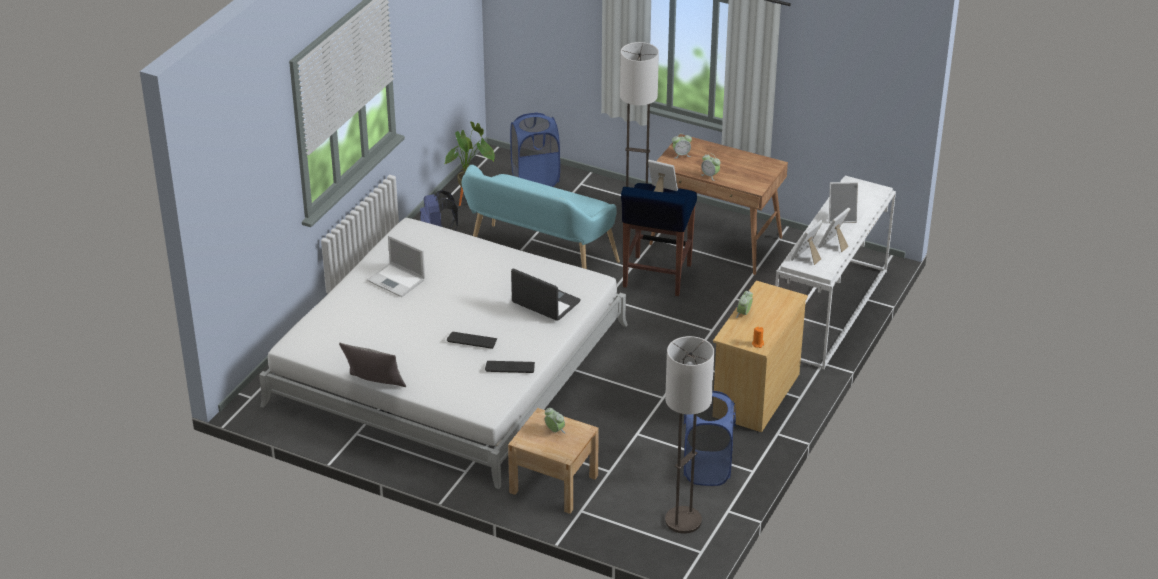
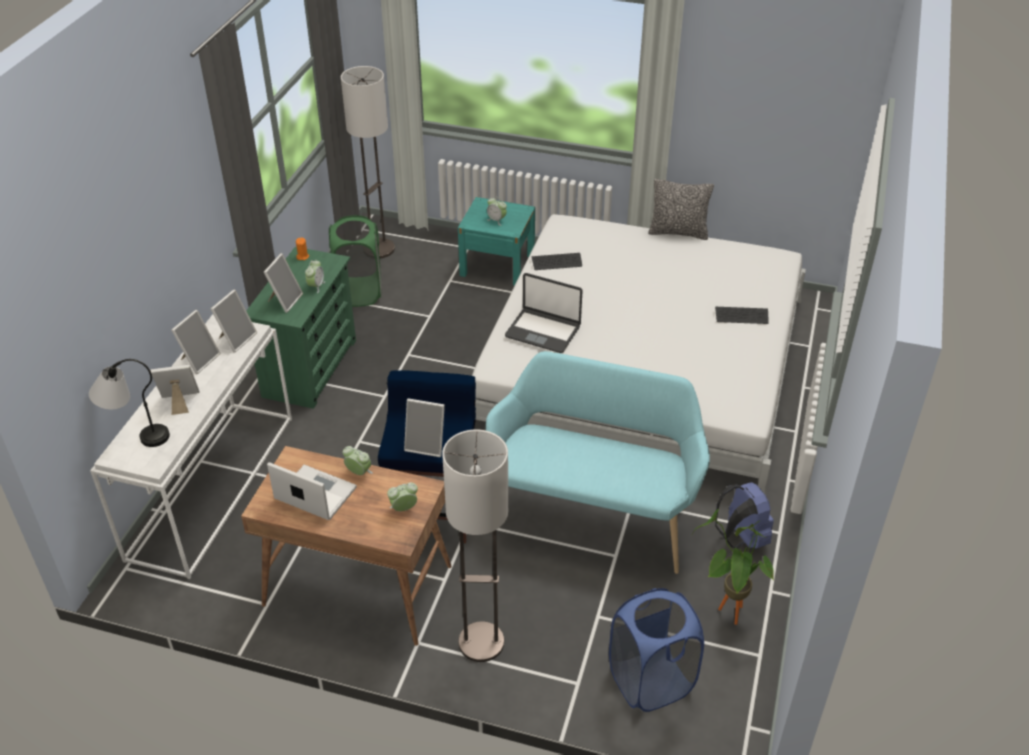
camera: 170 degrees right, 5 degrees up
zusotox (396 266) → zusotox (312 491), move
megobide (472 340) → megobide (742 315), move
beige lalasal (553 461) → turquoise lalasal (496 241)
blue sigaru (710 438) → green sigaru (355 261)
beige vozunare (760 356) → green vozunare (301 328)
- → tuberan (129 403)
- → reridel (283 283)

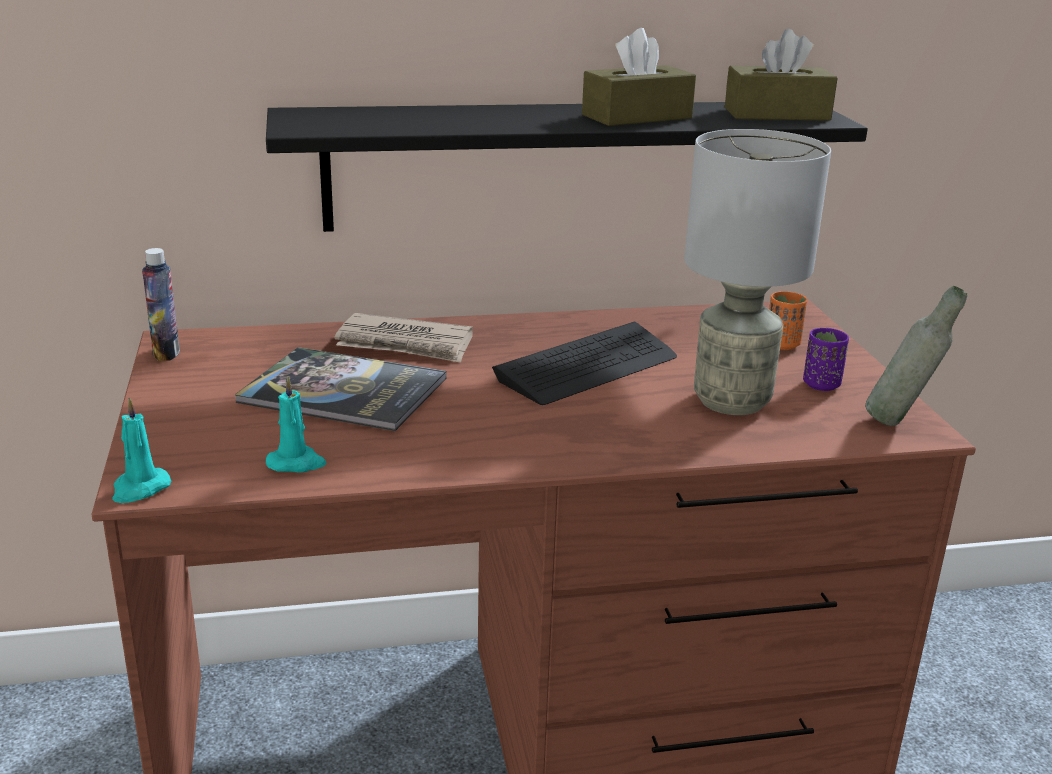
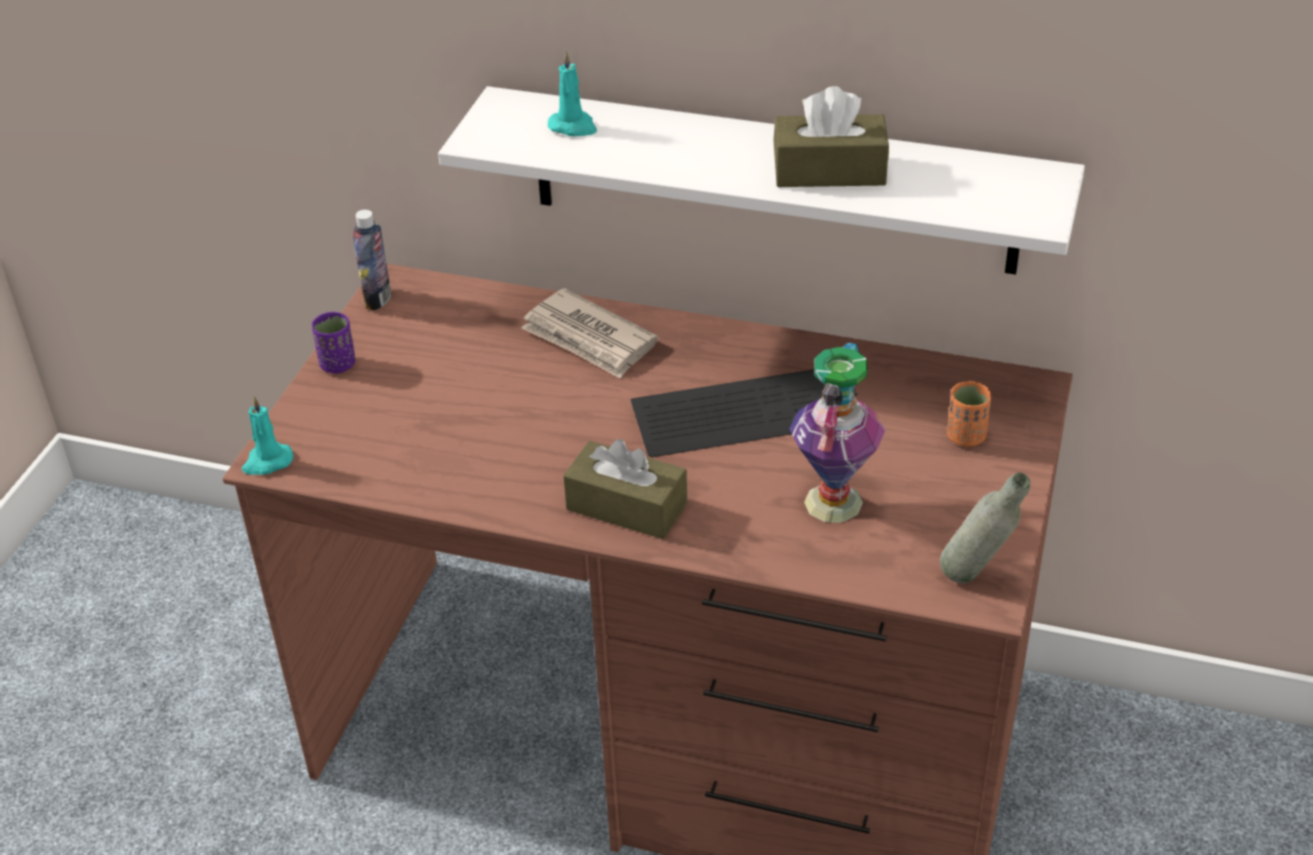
camera: 30 degrees right, 15 degrees up
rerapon (341 389) → -
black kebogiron (567 167) → white kebogiron (761 180)
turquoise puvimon (296 424) → turquoise puvimon (572 93), move
grey tuberan (757 272) → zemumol (837 432)
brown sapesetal (781 75) → brown sapesetal (625 489), move
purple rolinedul (826 359) → purple rolinedul (333 342), move

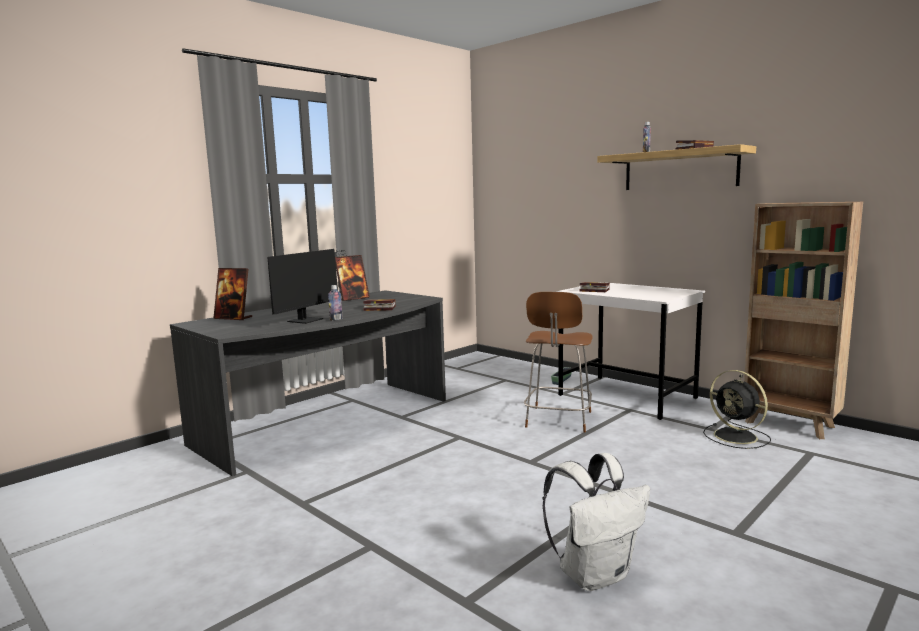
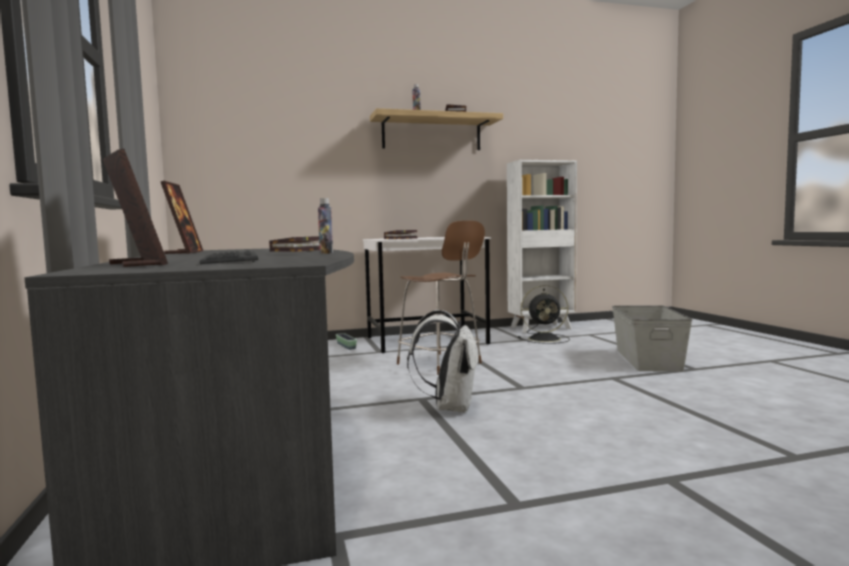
camera: 60 degrees left, 5 degrees down
reridel (232 294) → reridel (135 208), 90 degrees counterclockwise
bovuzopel (308 286) → -
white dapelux (596 522) → white dapelux (443 361), move
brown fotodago (803 320) → white fotodago (542 246)
- → megobide (229 257)
- → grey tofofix (652 338)

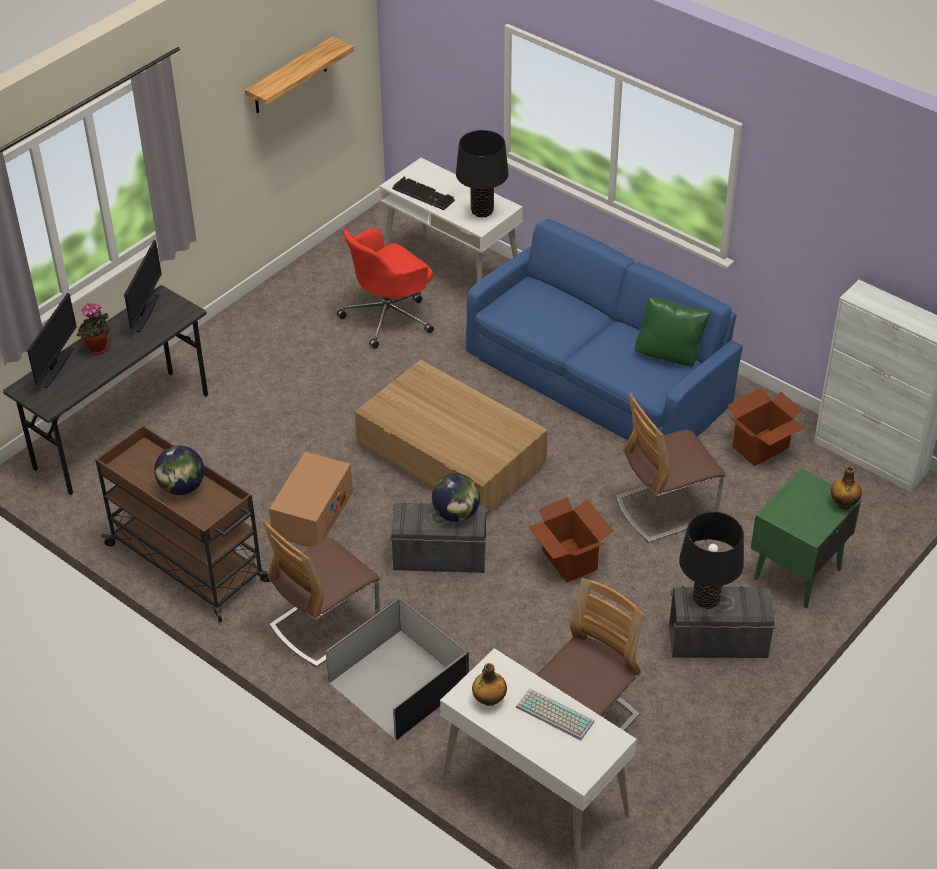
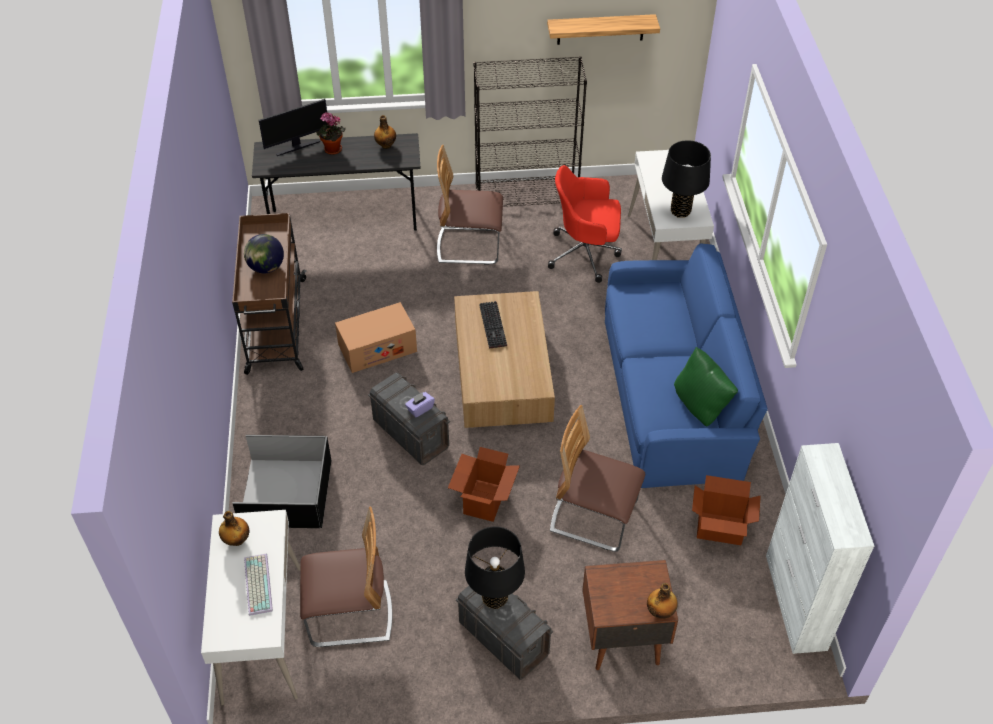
camera: 45 degrees right, 5 degrees up
bovuzopel (143 286) → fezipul (385 132)
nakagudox (321 593) → nakagudox (470 205), move
megobide (423 193) → megobide (493 325), move
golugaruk (456 498) → purple sapesetal (420 405)
green lalasal (805 538) → brown lalasal (630 615)
- → black fotodago (530 131)

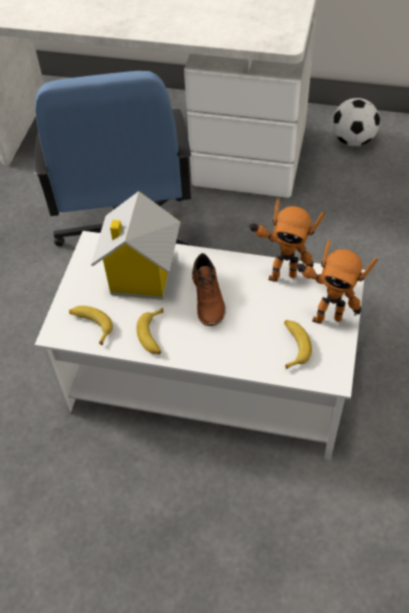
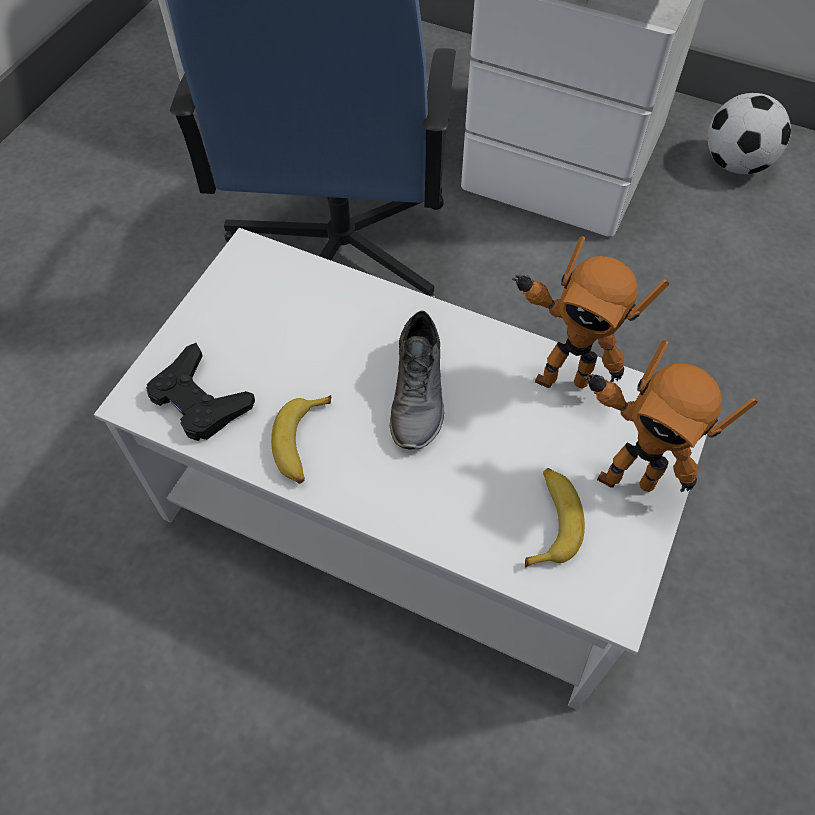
camera: 10 degrees right, 5 degrees up
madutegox (91 325) → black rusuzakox (200 392)
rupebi (135 245) → -
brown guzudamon (209 289) → grey guzudamon (417 380)

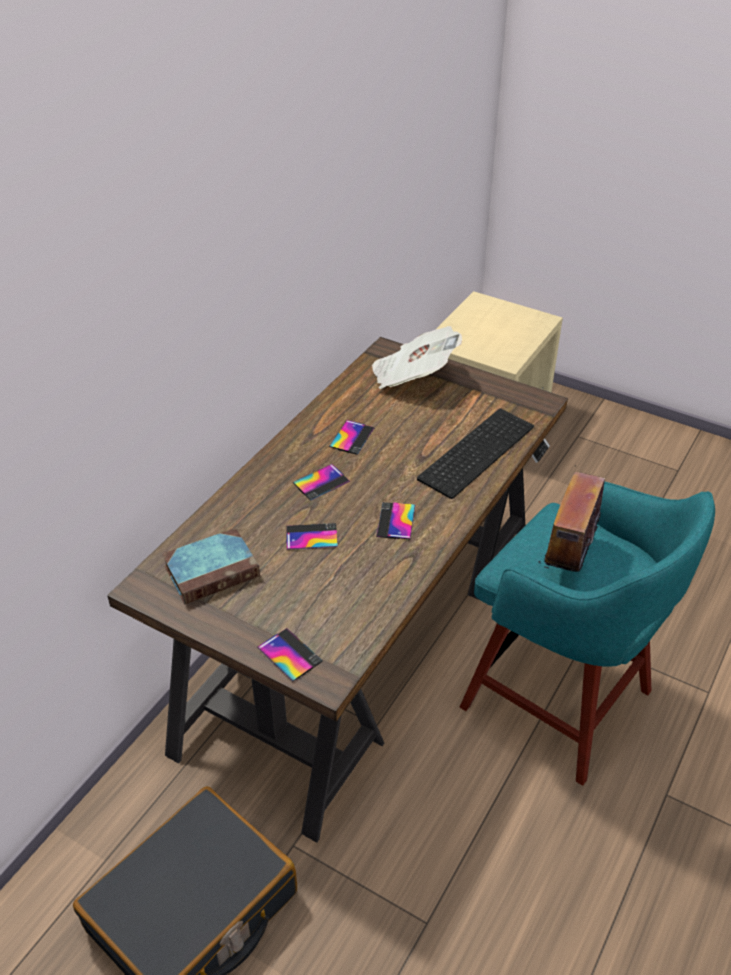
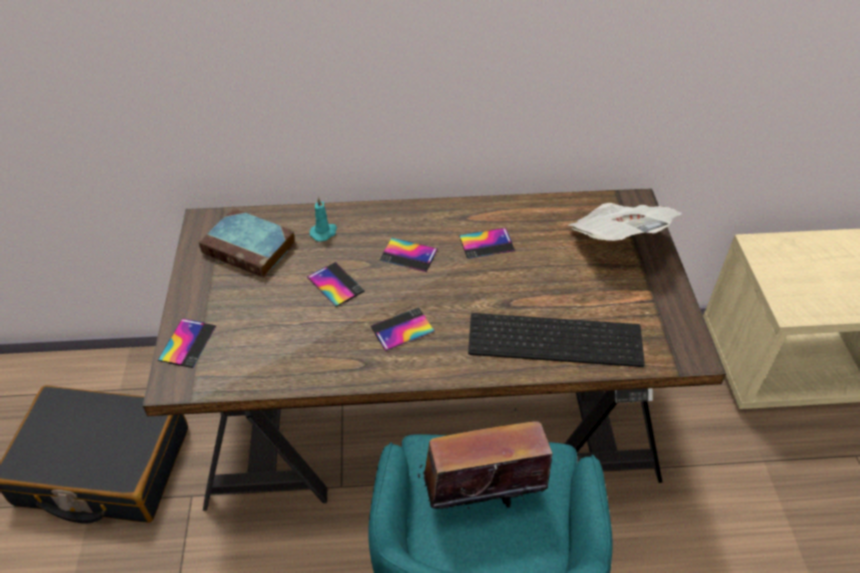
camera: 55 degrees right, 5 degrees up
- → turquoise puvimon (323 219)

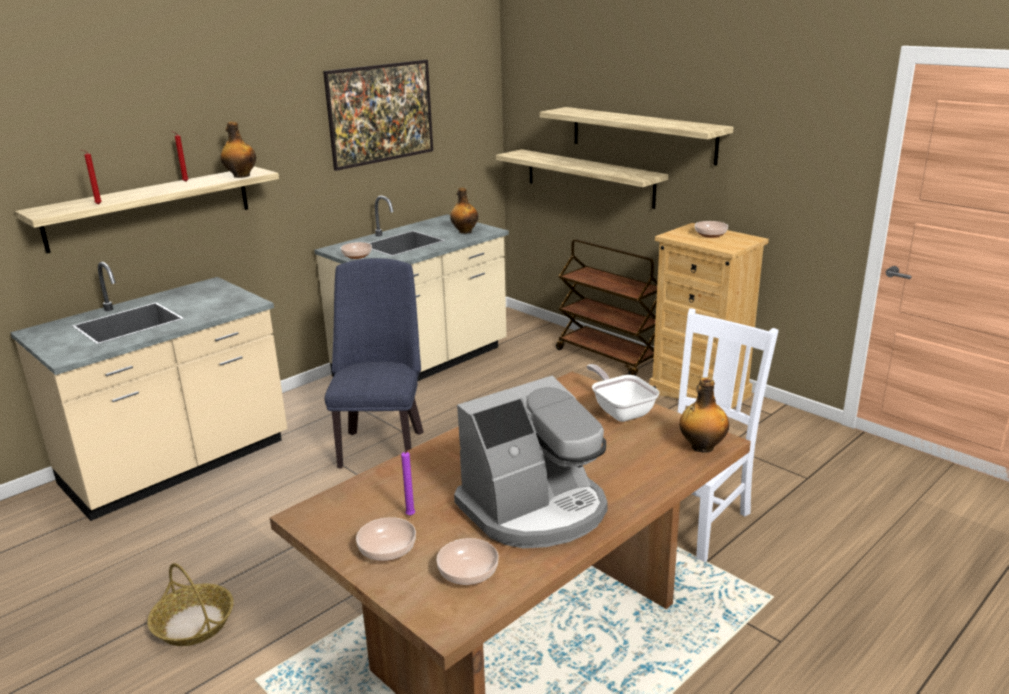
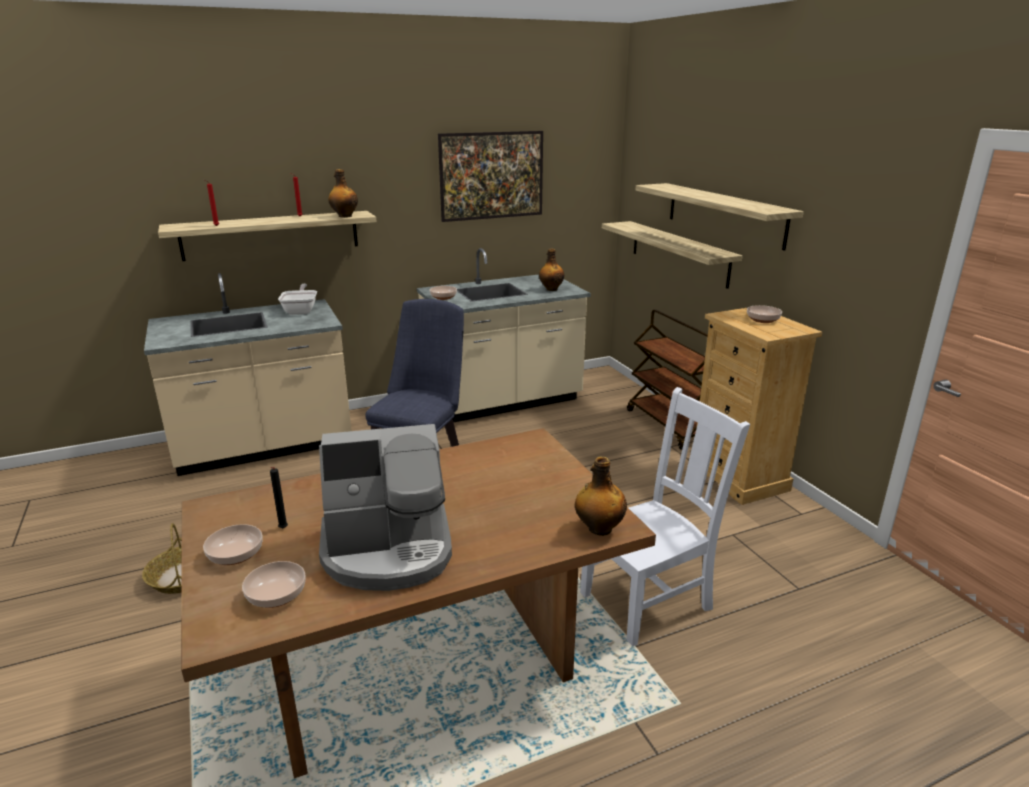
camera: 20 degrees right, 0 degrees up
purple puvimon (408 483) → black puvimon (279 498)
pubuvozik (623 393) → pubuvozik (297 299), move

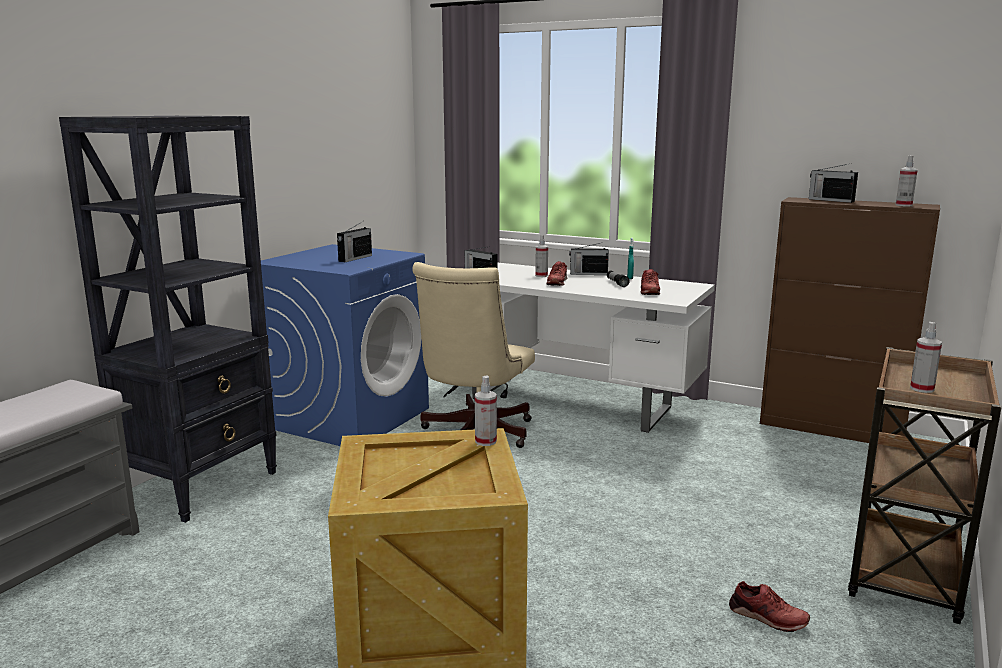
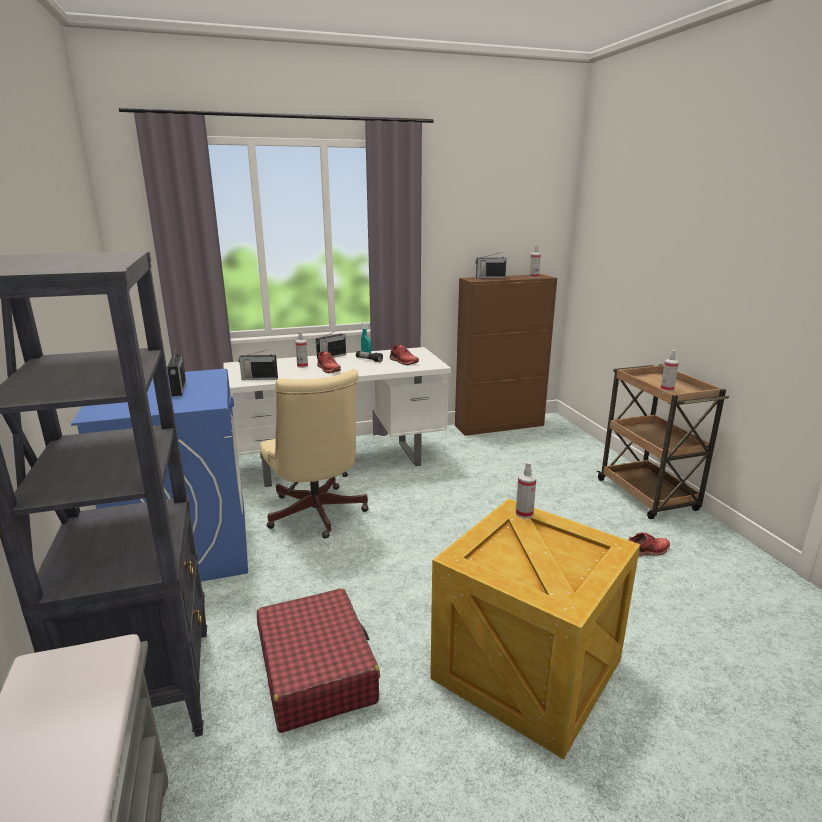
camera: 45 degrees left, 5 degrees up
- → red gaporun (318 660)

